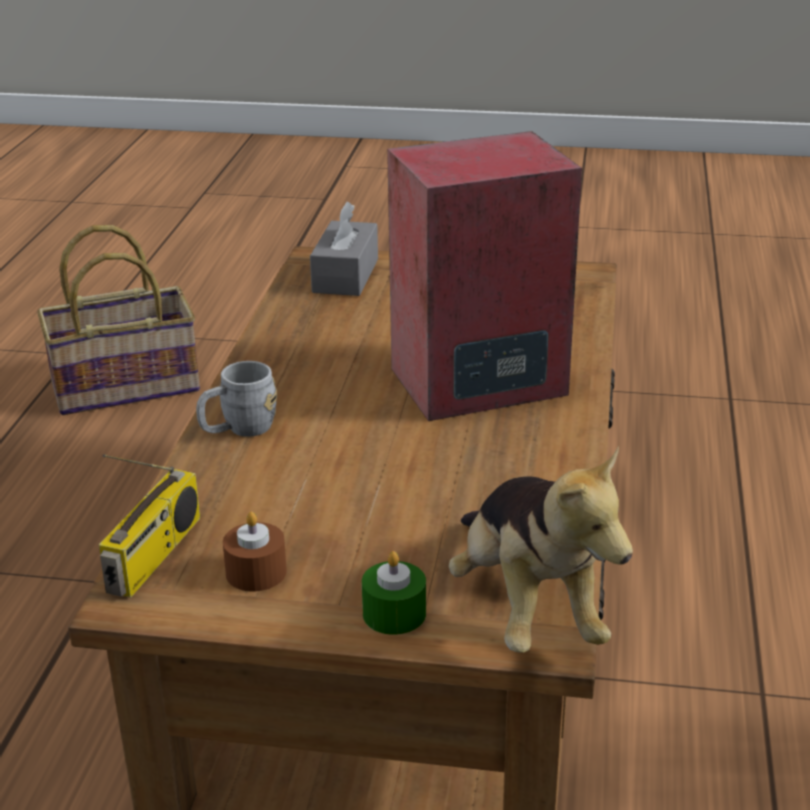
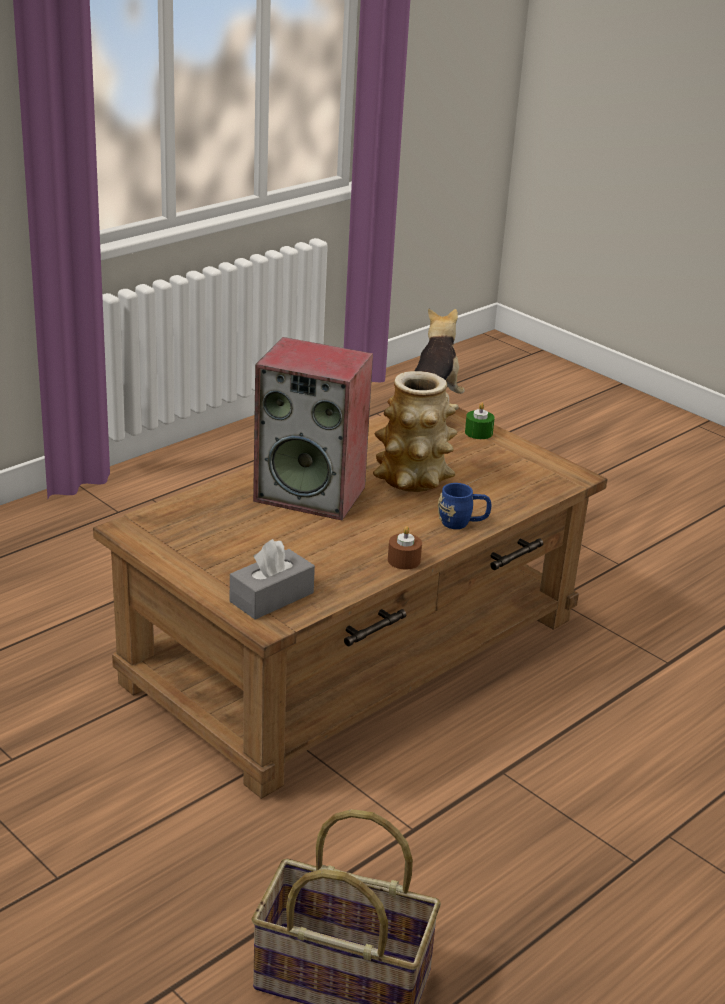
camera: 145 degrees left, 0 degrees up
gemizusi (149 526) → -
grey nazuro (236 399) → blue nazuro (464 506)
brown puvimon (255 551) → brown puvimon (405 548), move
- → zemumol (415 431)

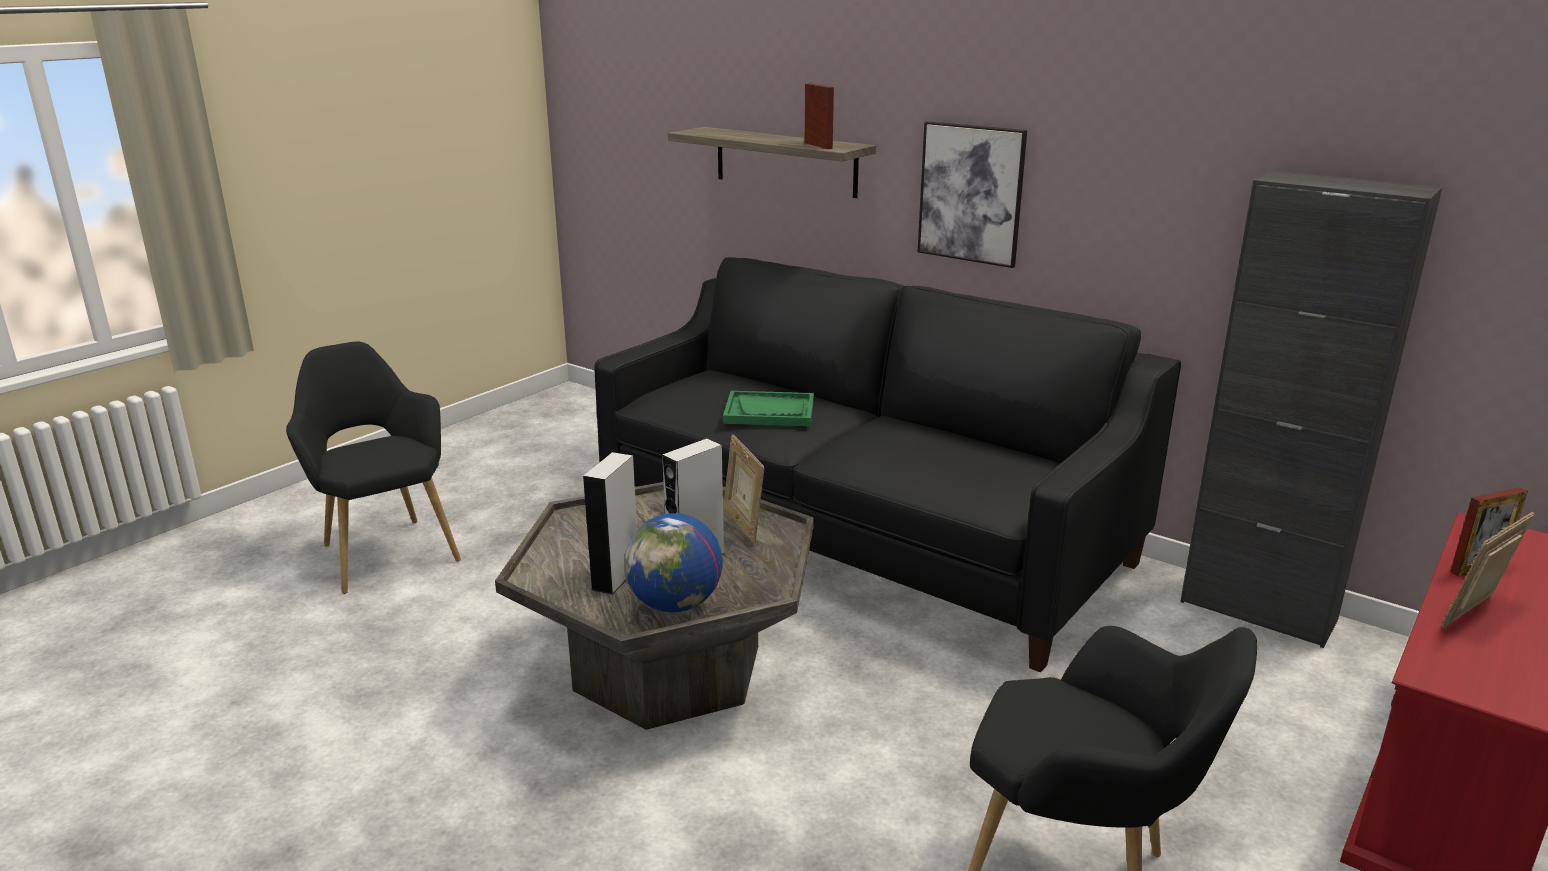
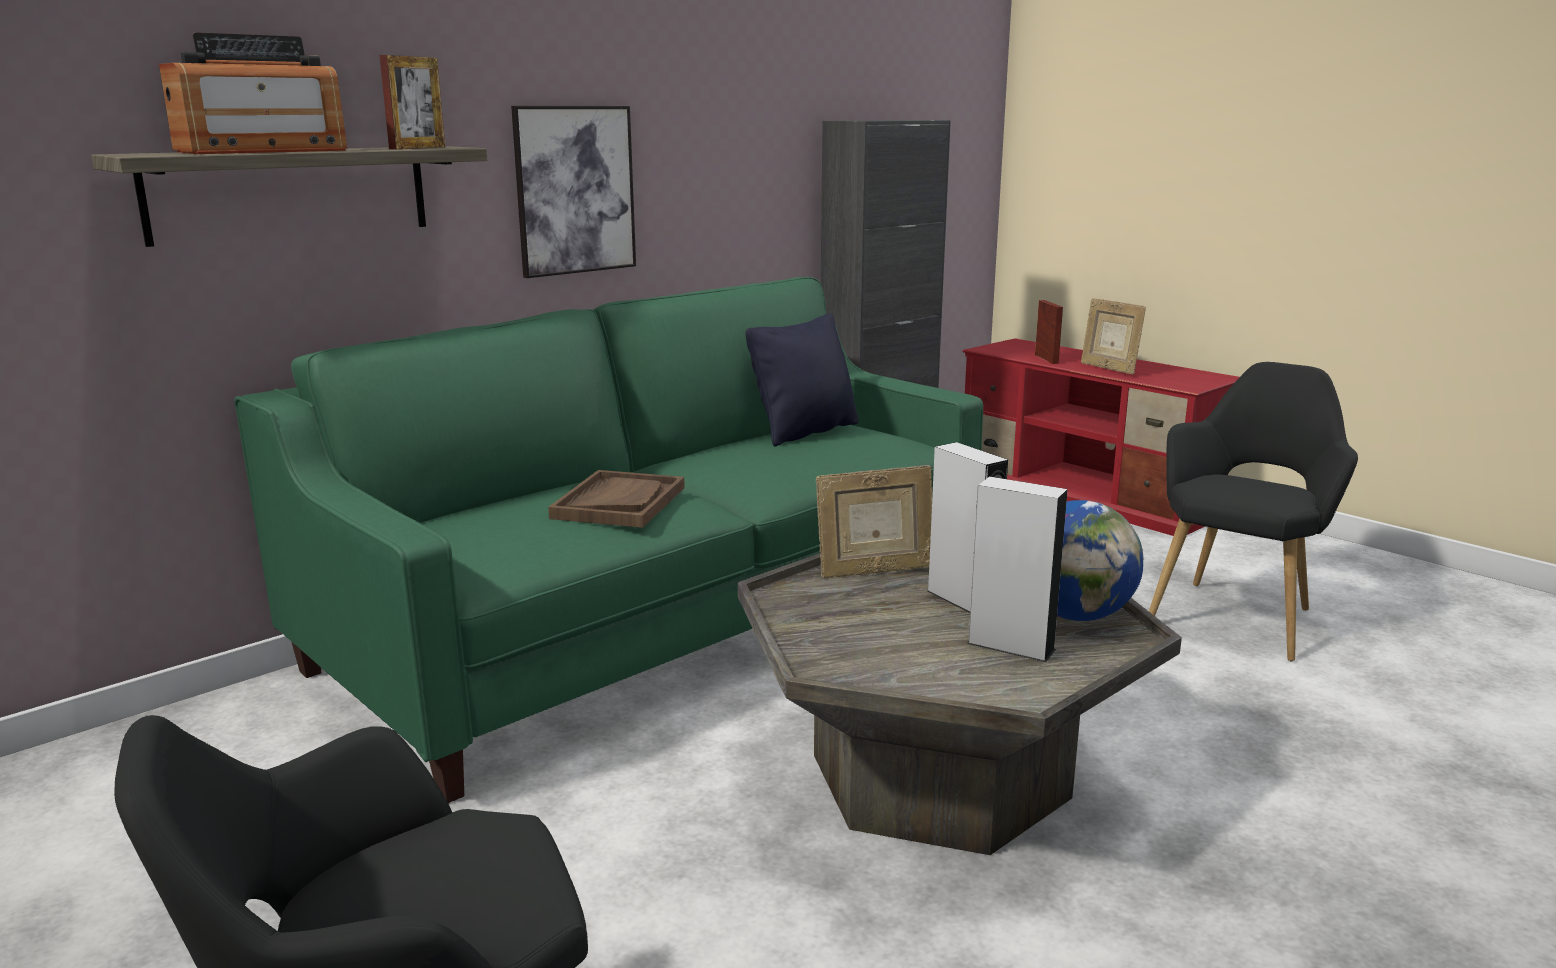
camera: 80 degrees left, 5 degrees down
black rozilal (887 465) → green rozilal (609 540)
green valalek (768 408) → brown valalek (616 499)
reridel (819 116) → reridel (412 102), 135 degrees clockwise
- → gemizusi (253 93)
- → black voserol (802 379)

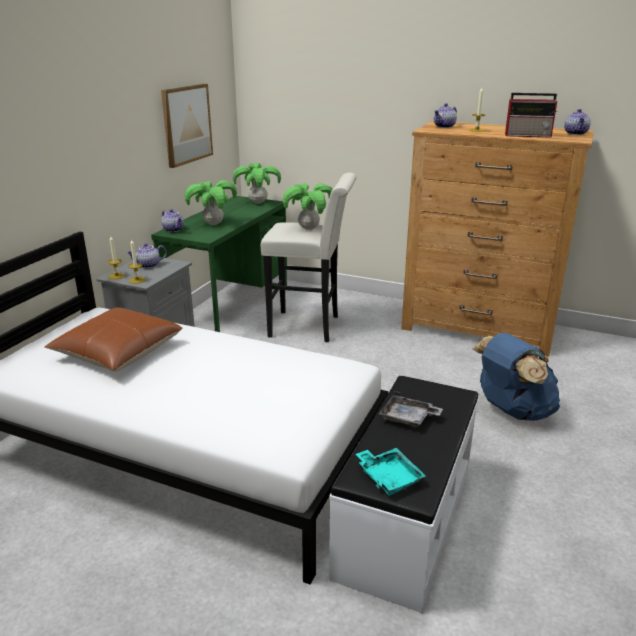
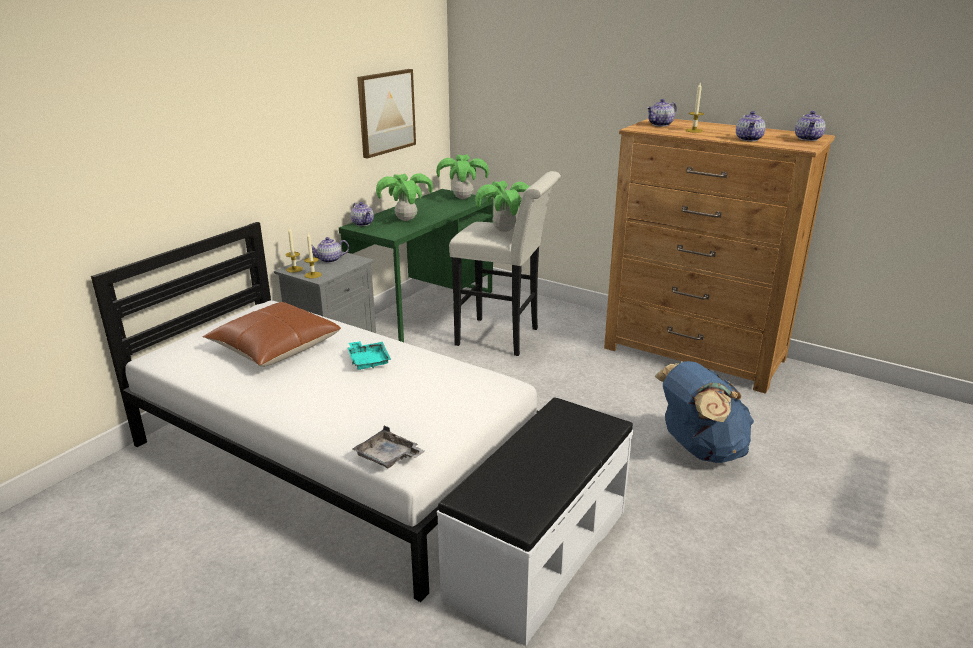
camera: 10 degrees right, 0 degrees up
turquoise valalek (390 472) → turquoise valalek (369 355), move
grey valalek (411 409) → grey valalek (389 447), move
gemizusi (531 115) → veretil (751 126)

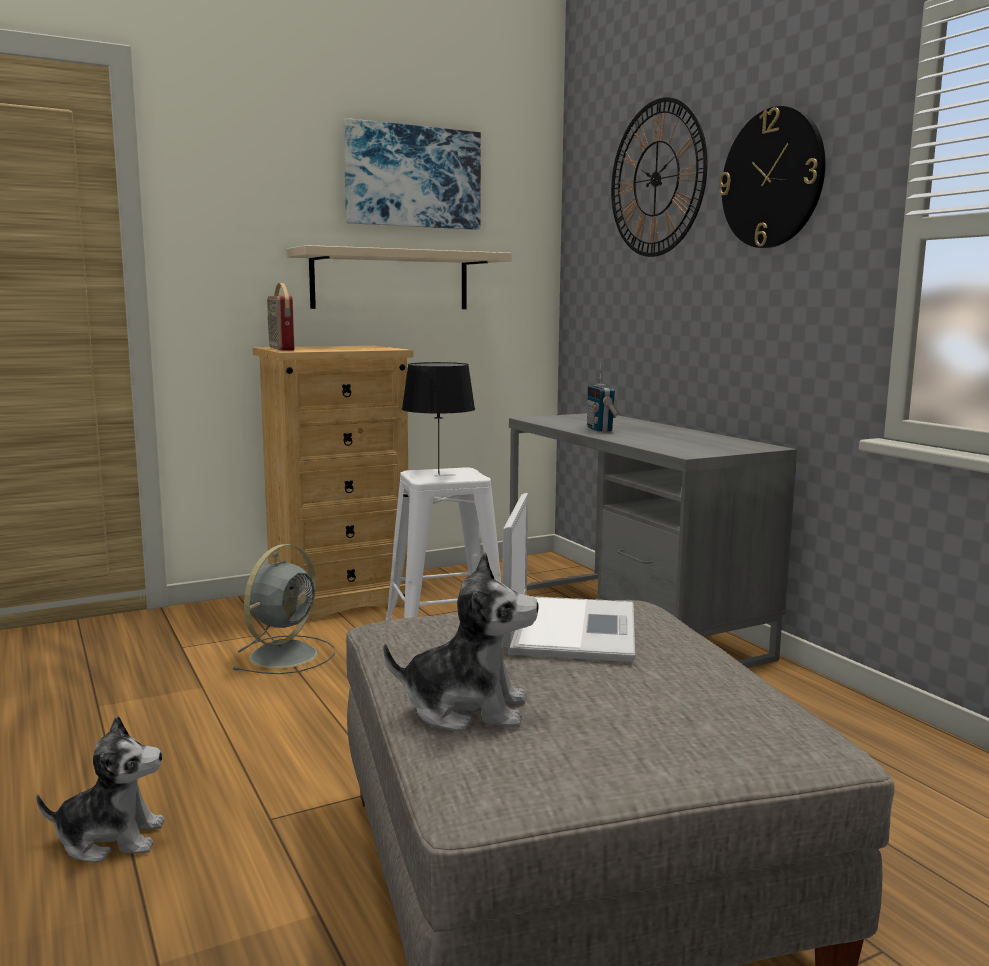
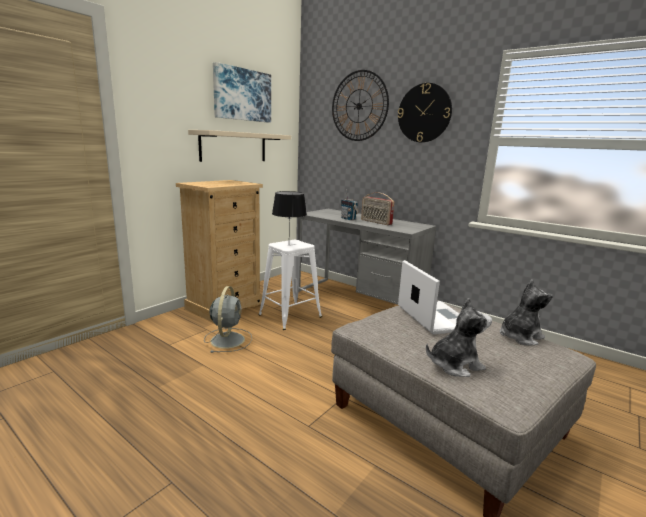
camera: 25 degrees left, 5 degrees up
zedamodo (100 789) → zedamodo (526 312), move
gemizusi (280 317) → gemizusi (377 208), move

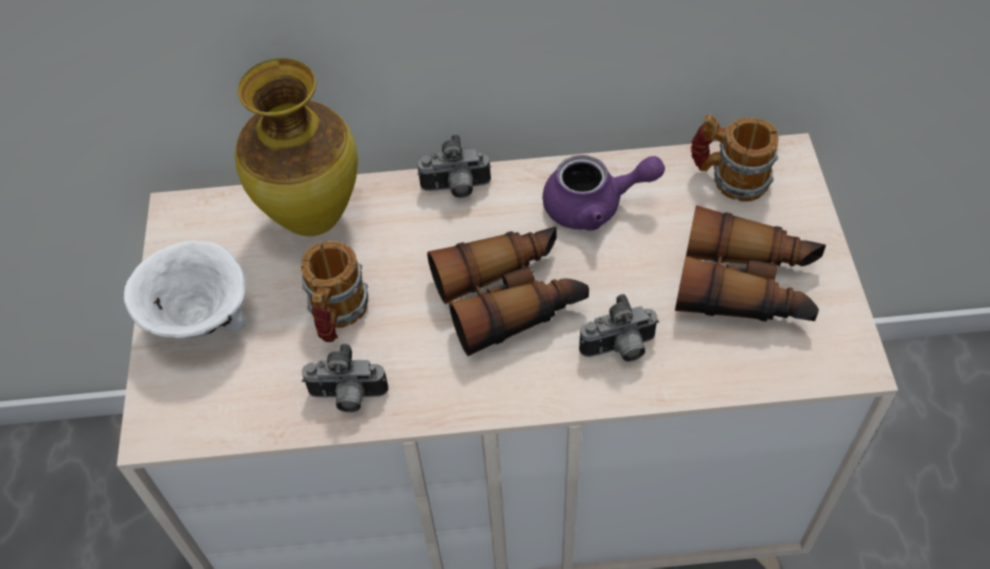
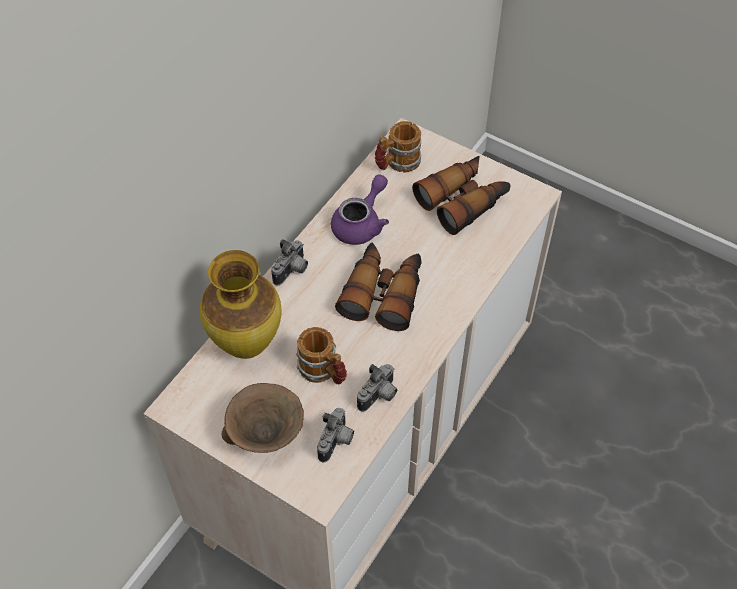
camera: 55 degrees left, 0 degrees up
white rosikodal (185 289) → brown rosikodal (262 418)
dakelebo (619 328) → dakelebo (335 435), move

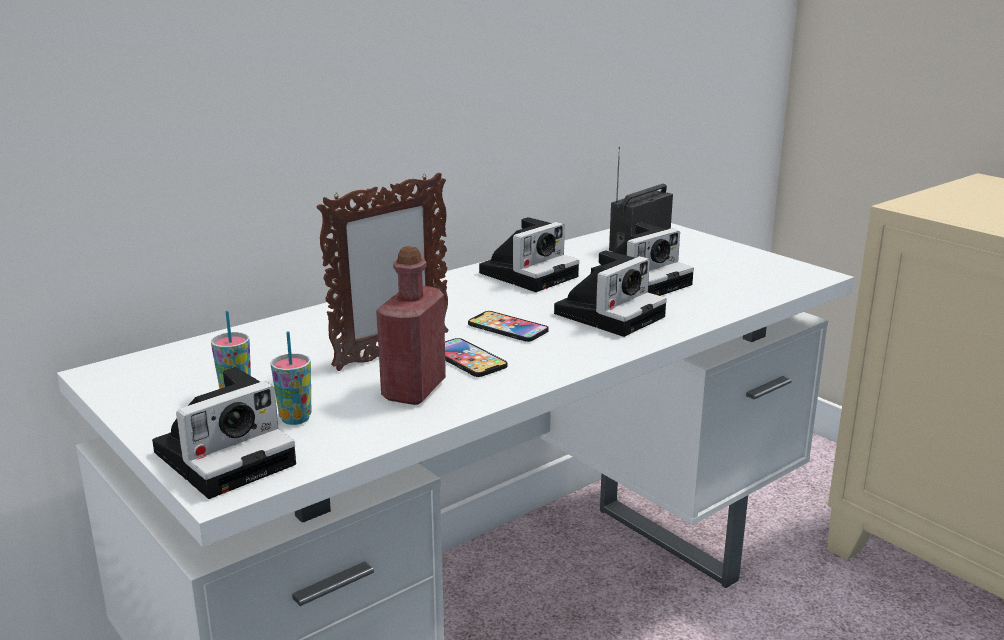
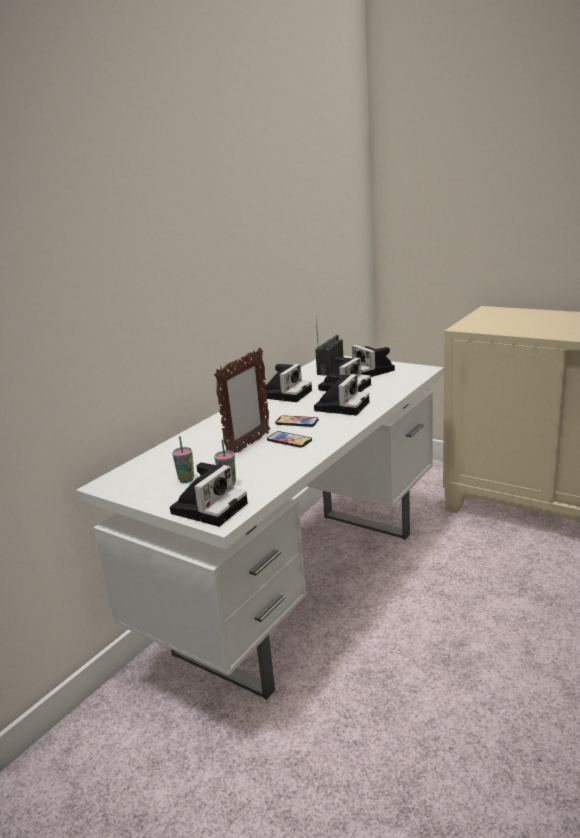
camera: 15 degrees left, 0 degrees up
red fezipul (411 325) → -
- → dakelebo (373 361)

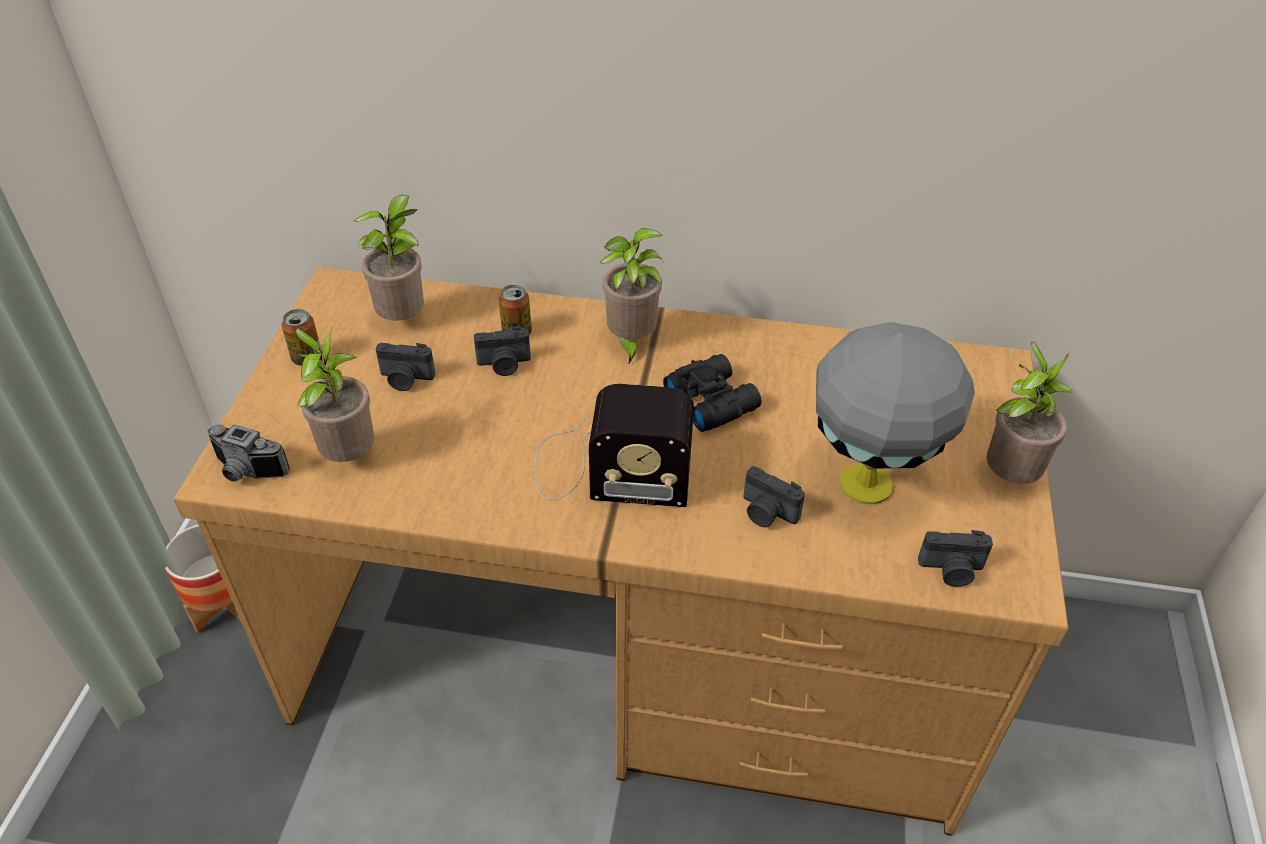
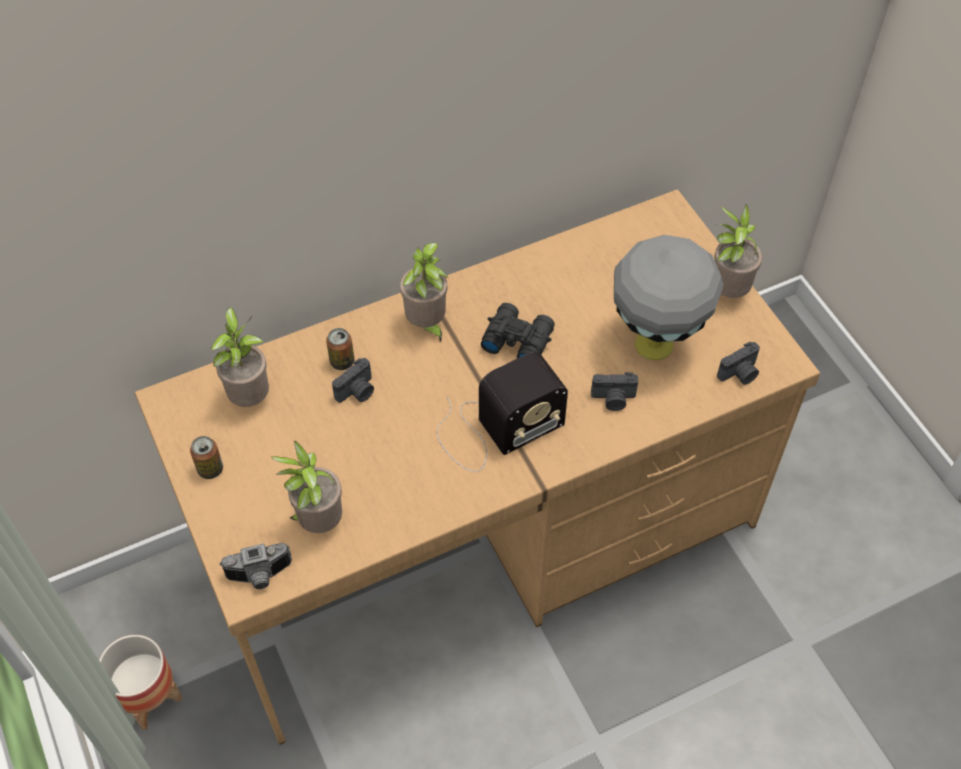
camera: 35 degrees left, 10 degrees up
dakelebo (405 367) → -

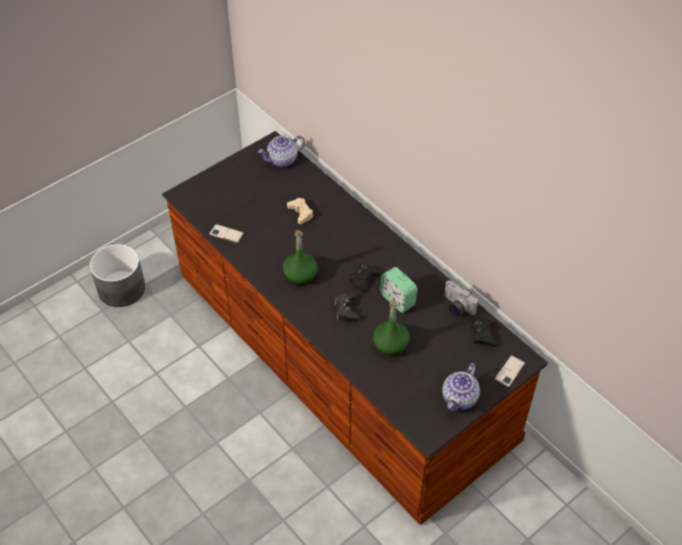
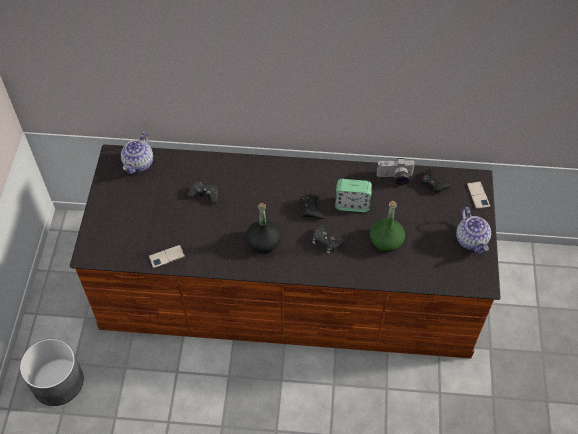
camera: 45 degrees left, 5 degrees up
green fezipul (300 257) → black fezipul (263 228)
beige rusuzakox (300 211) → black rusuzakox (203 192)

